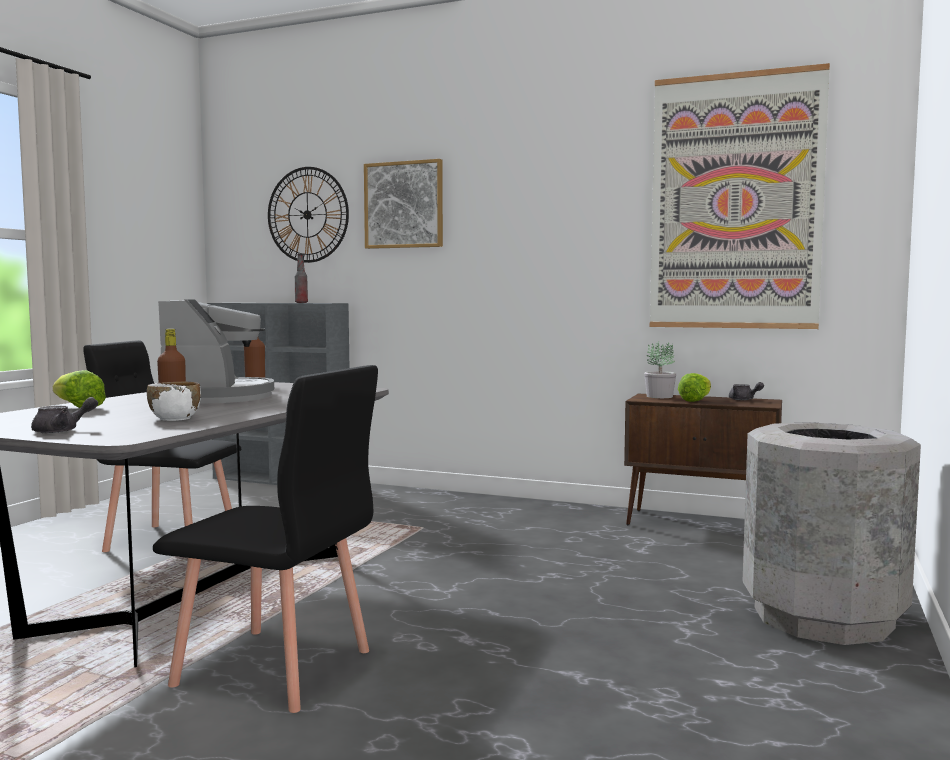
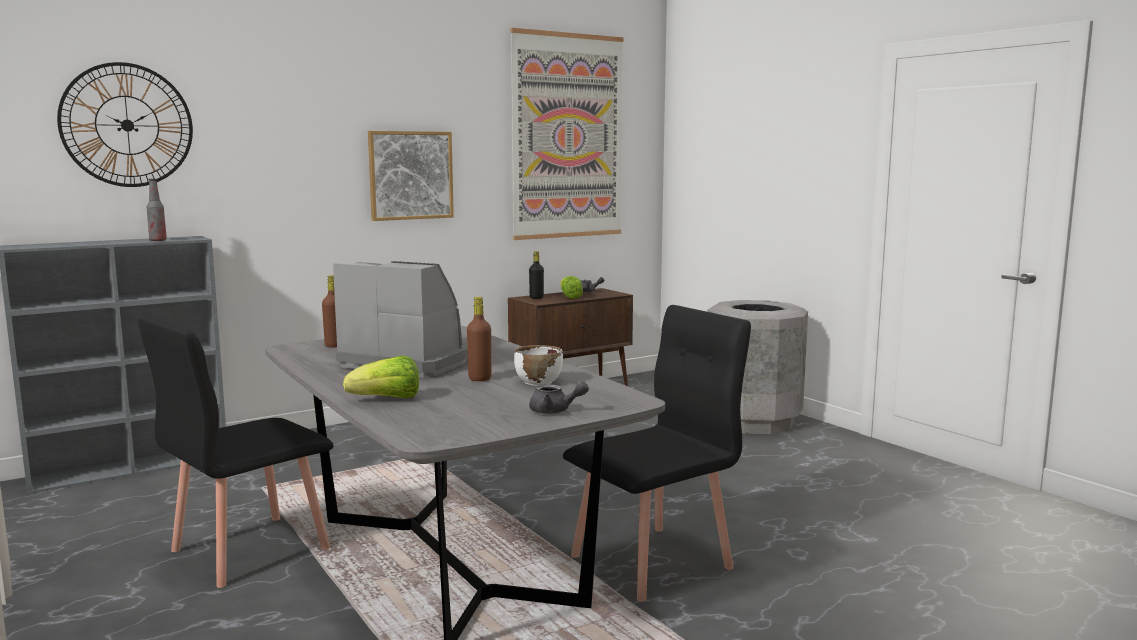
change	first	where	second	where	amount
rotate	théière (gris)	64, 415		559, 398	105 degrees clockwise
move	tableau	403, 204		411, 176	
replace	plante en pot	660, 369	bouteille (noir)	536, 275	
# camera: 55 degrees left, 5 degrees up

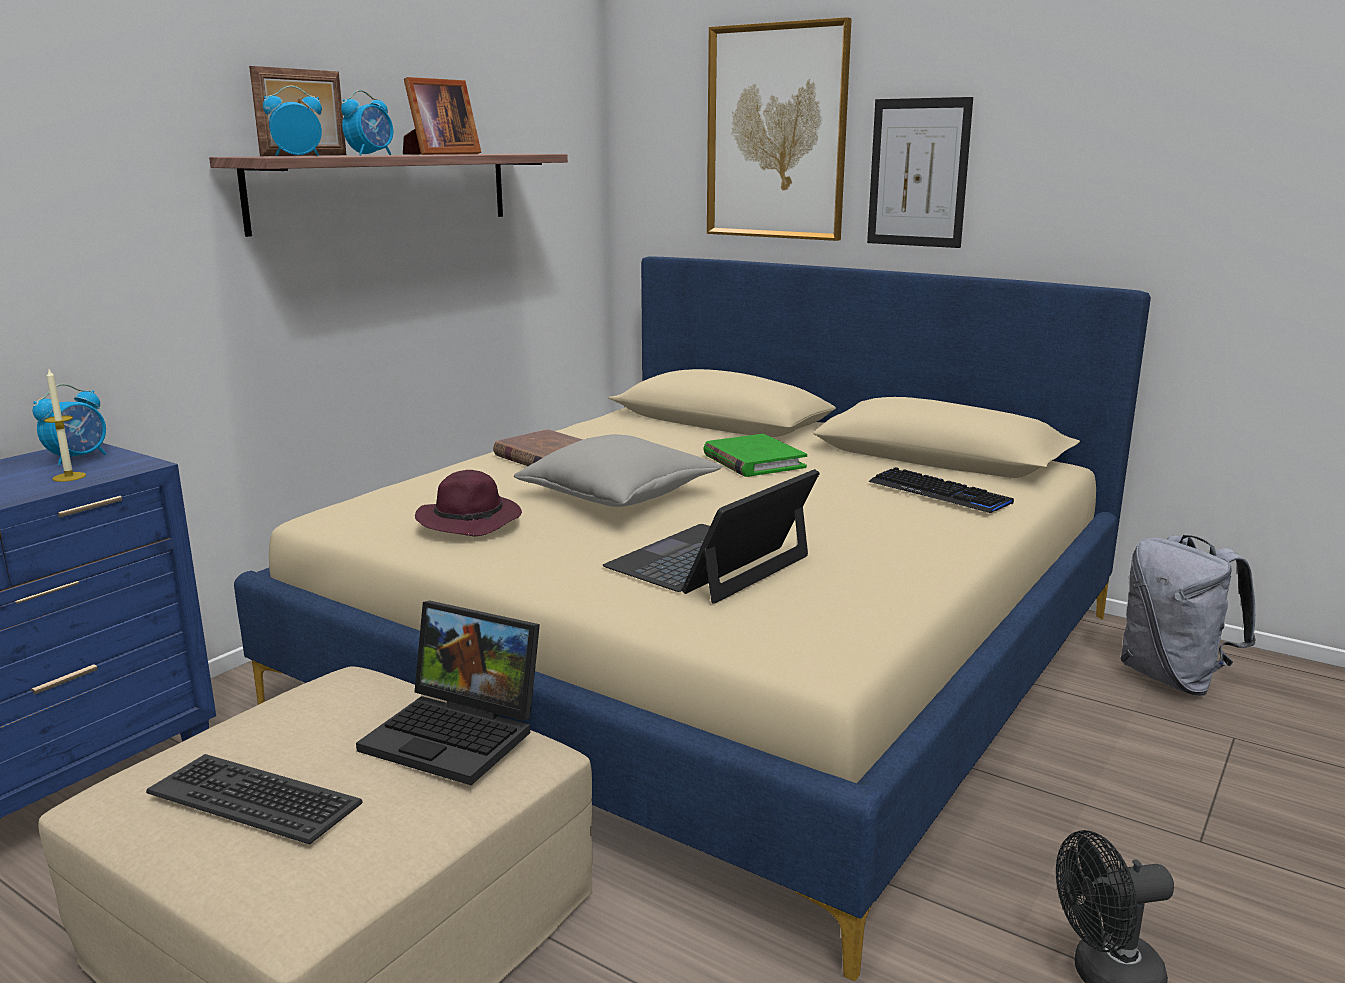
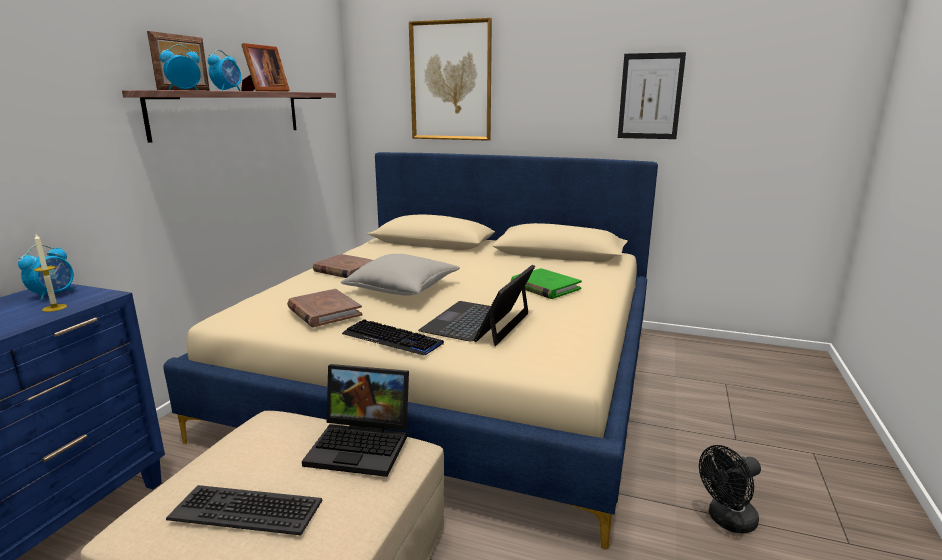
change	first	where	second	where	amount
replace	chapeau (violet)	468, 503	livre (marron)	324, 308	
move	livre (vert)	755, 455		546, 283	
move	tableau	920, 172		652, 95	
move	clavier	941, 490		393, 337	
delete	sac à dos (gris)	1188, 615			
# camera: 15 degrees left, 0 degrees up

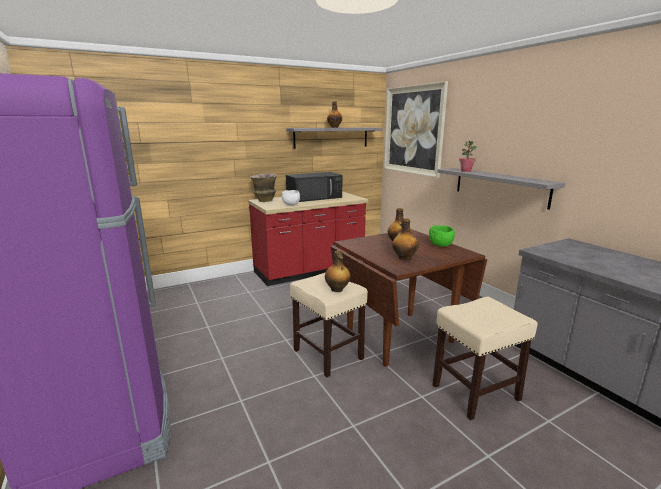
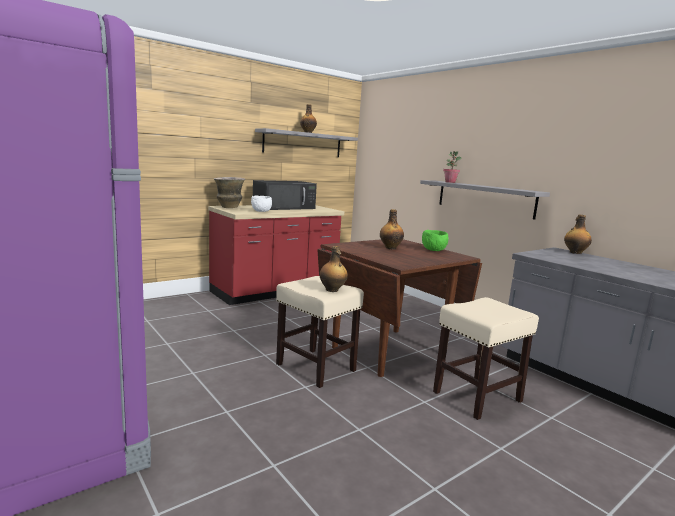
change	first	where	second	where	amount
delete	tableau	416, 129			
move	bouteille	405, 239		578, 234	
# camera: 10 degrees left, 5 degrees down

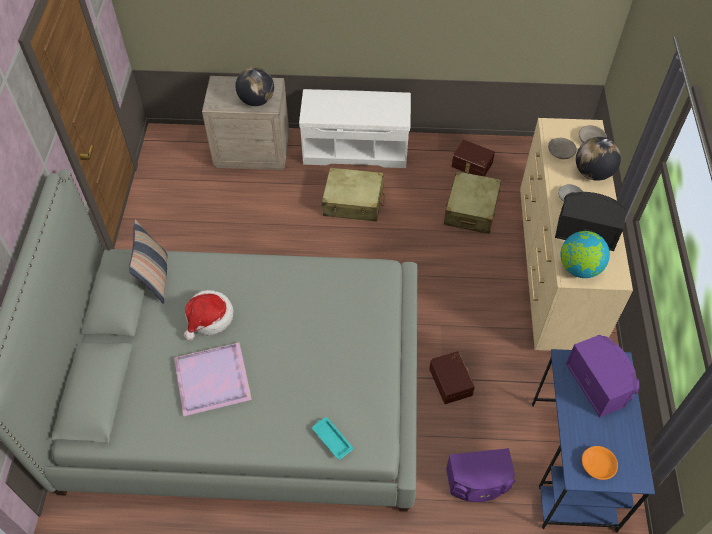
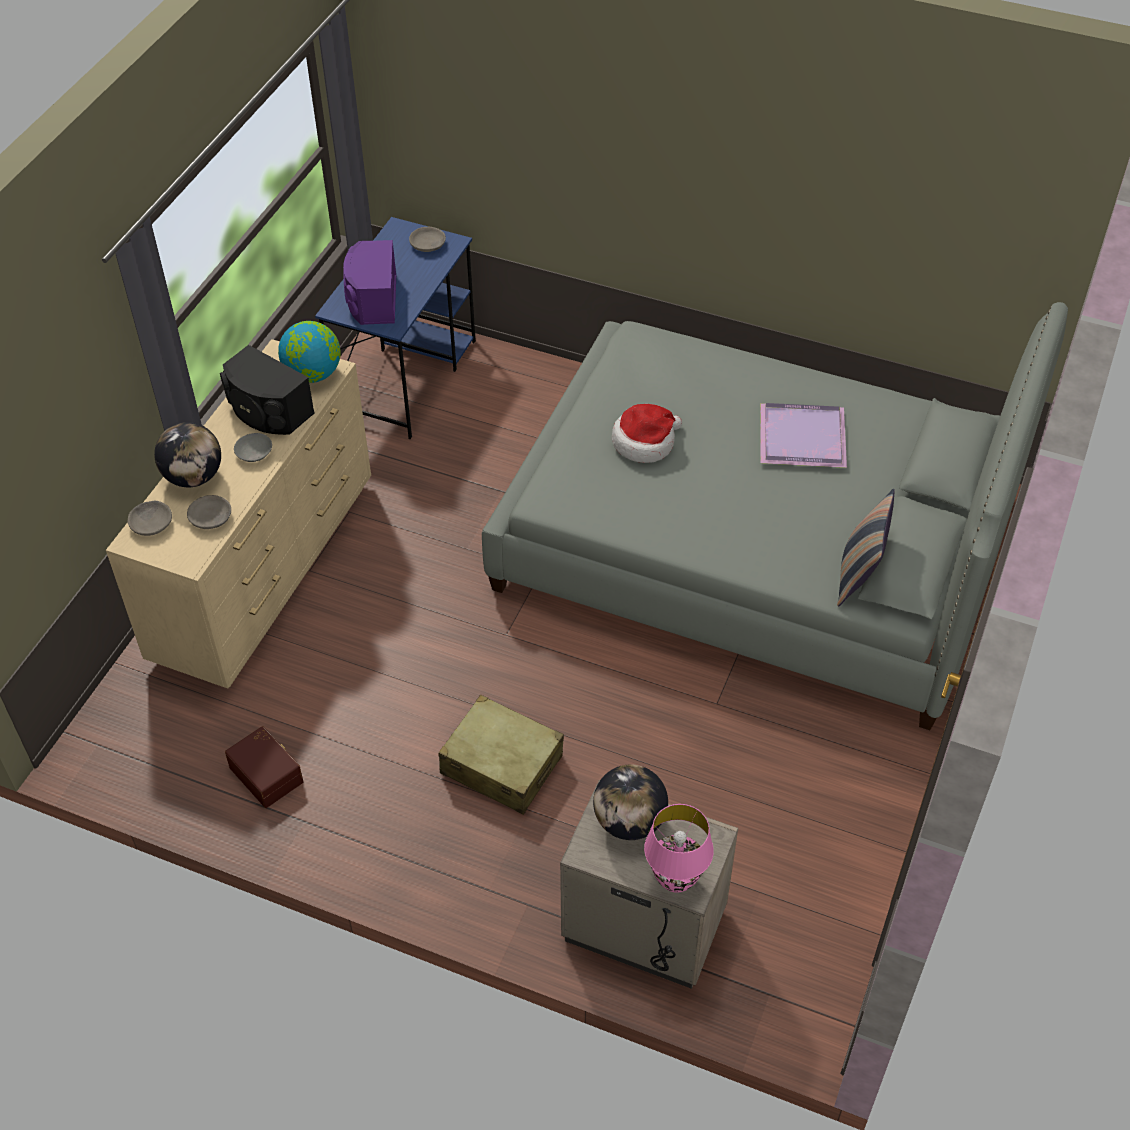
change	first	where	second	where	amount
move	chapeau	209, 315		647, 433	
delete	banc (blanc)	355, 128			
delete	plateau (turquoise)	332, 438			
delete	boîte de rangement (marron)	452, 377			
delete	valise (beige)	472, 202			
delete	enceinte (violet)	480, 475			
recolor	bol (orange)	600, 463	bol (gris)	427, 239	
insert			lampe de table (rose)	679, 848	
# camera: 160 degrees left, 5 degrees down

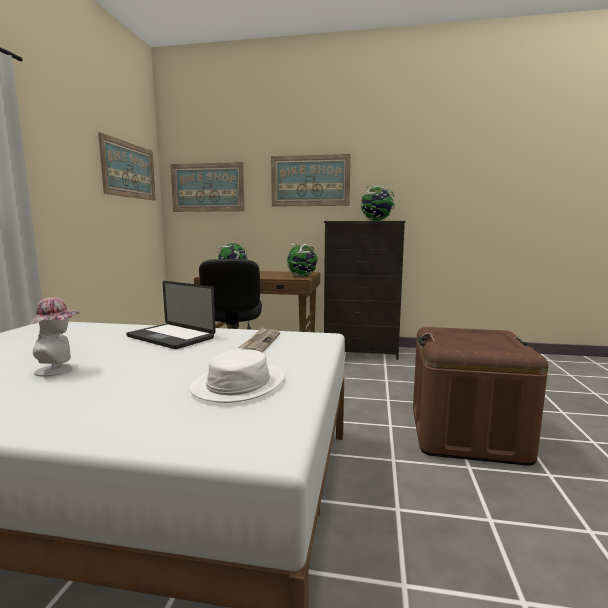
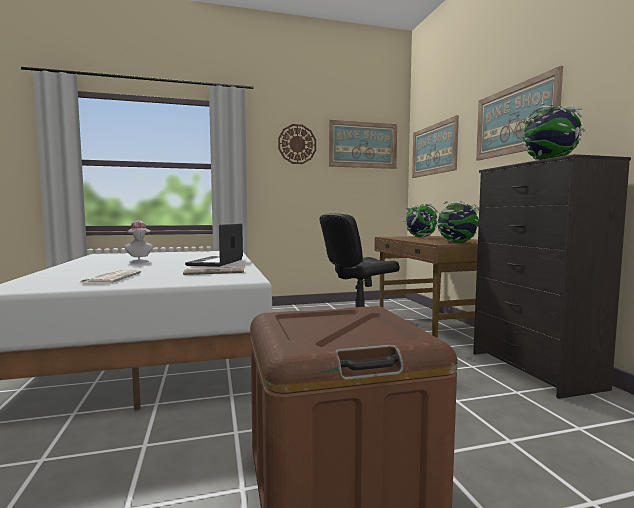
change	first	where	second	where	amount
replace	chapeau (blanc)	237, 376	journal	110, 277	
insert			horloge murale	297, 144	
# camera: 65 degrees right, 5 degrees down

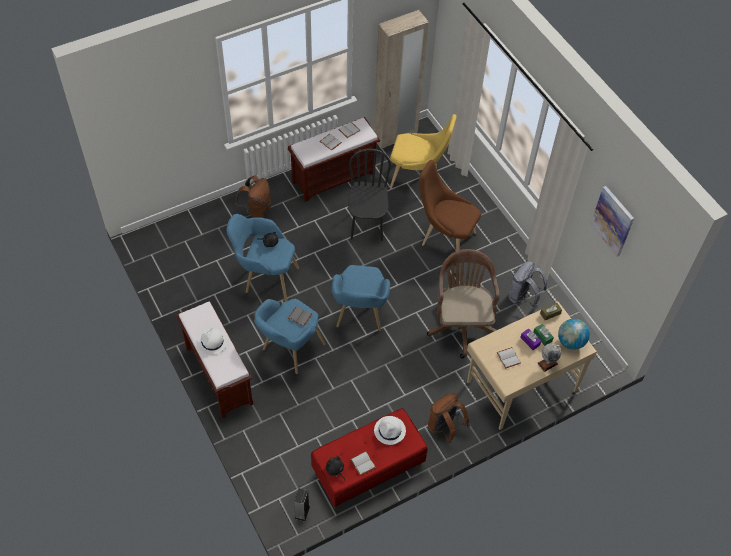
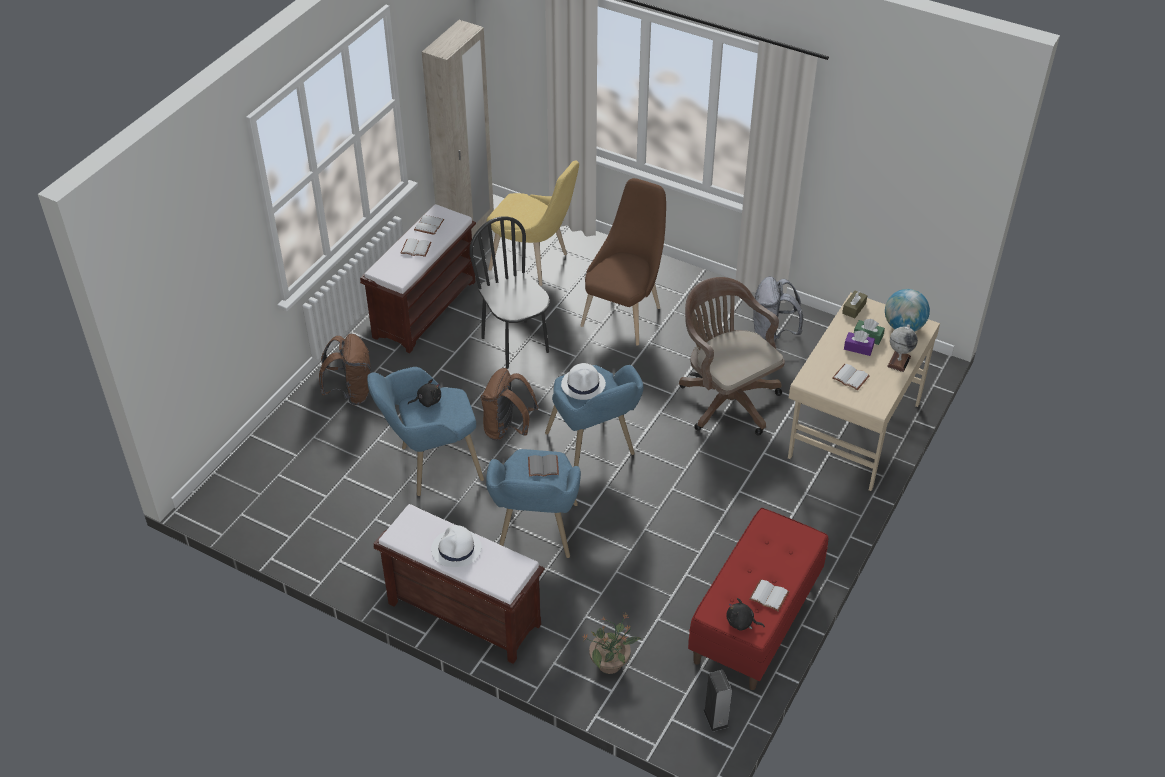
change	first	where	second	where	amount
move	chapeau (blanc)	390, 430		583, 381	
rotate	chaise (jaune)	423, 151		533, 223	45 degrees clockwise
rotate	chaise (marron)	450, 205		623, 262	120 degrees clockwise
move	sac à dos (marron)	449, 418		510, 404	
delete	tableau	612, 221			
insert			plante en pot	611, 643	
# camera: 30 degrees left, 10 degrees down

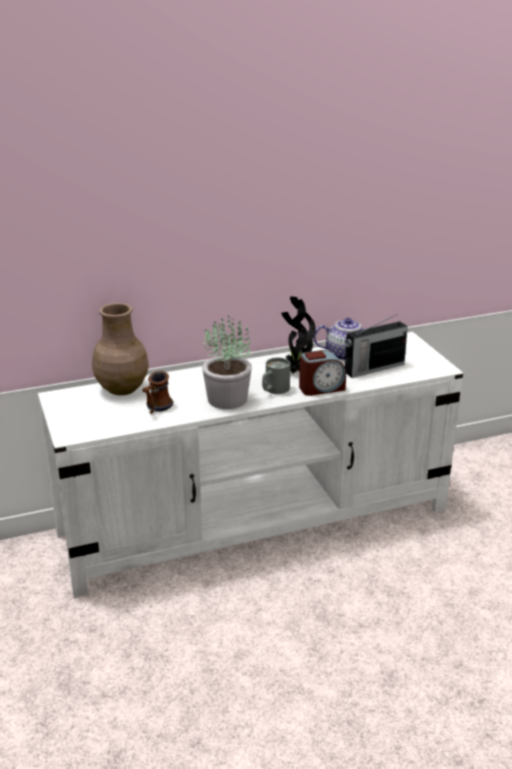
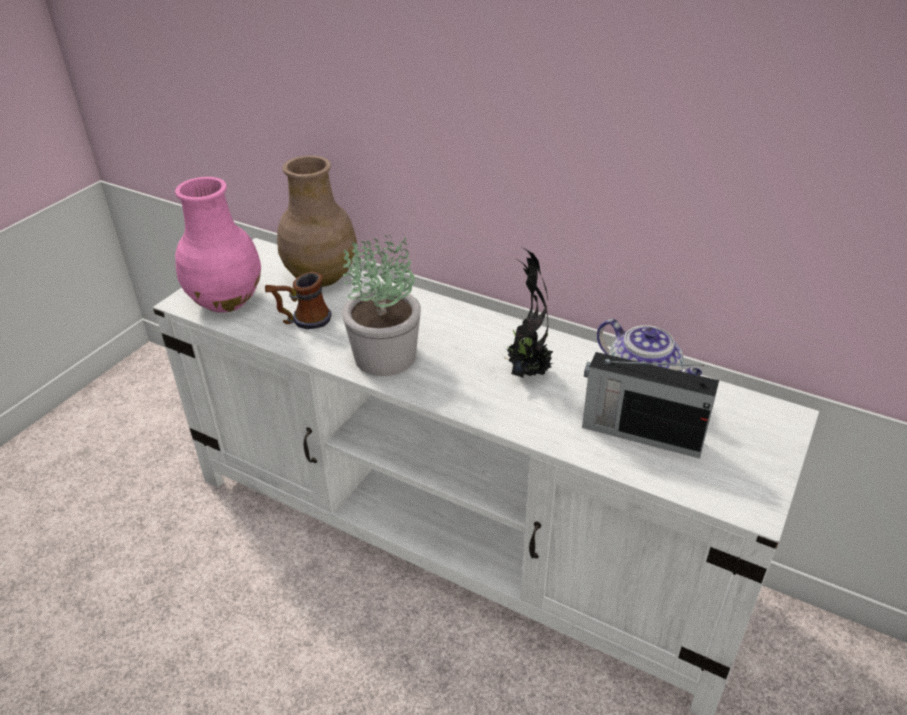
change	first	where	second	where	amount
delete	mug (gris)	276, 376			
delete	réveil	322, 373			
insert			vase (rose)	218, 245	
# camera: 50 degrees right, 10 degrees up

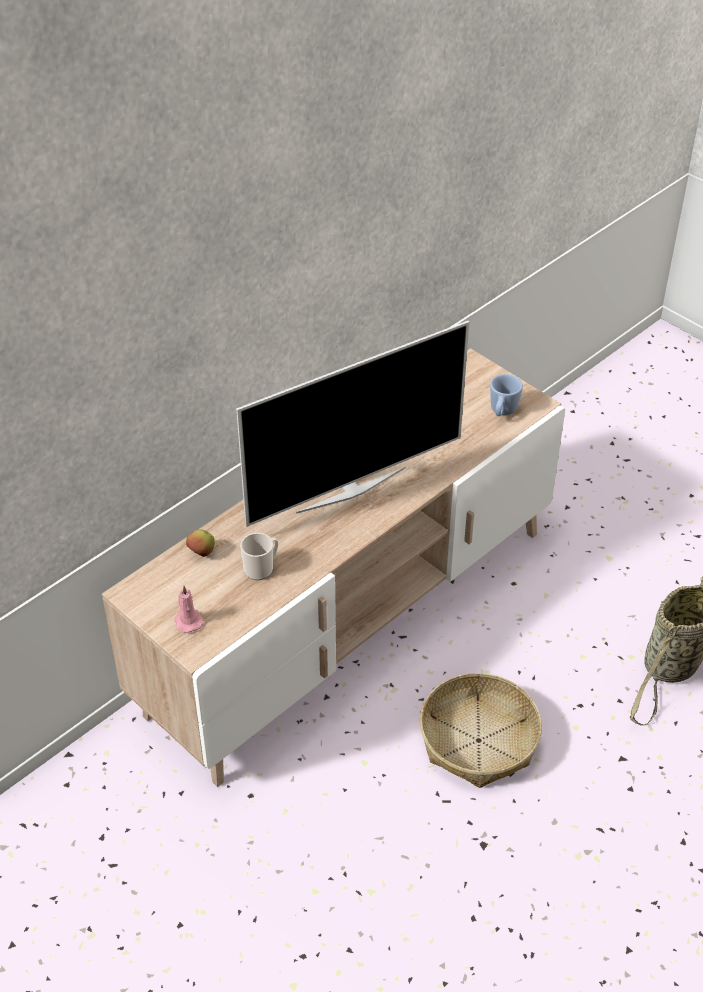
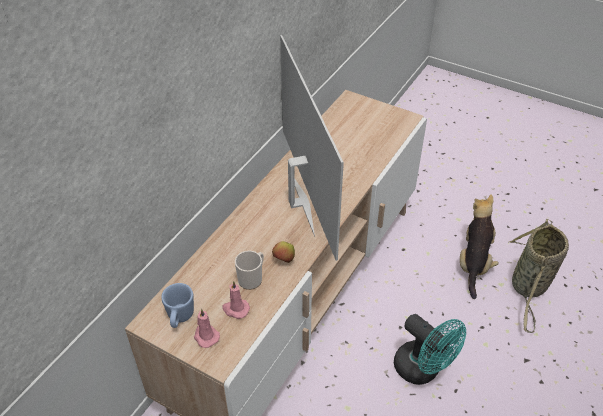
change	first	where	second	where	amount
move	pomme	200, 543		283, 252	
rotate	téléviseur	352, 424		312, 148	60 degrees counterclockwise
replace	panier	481, 730	ventilateur (turquoise)	430, 349	
move	mug (bleu)	506, 395		177, 305	
insert			bougie (rose)	236, 300	
insert			peluche	479, 246	
# camera: 15 degrees left, 0 degrees up

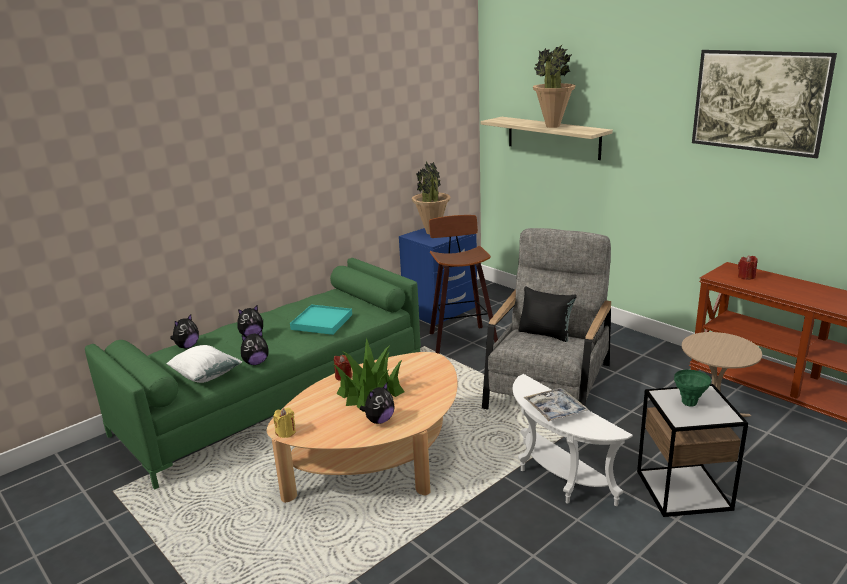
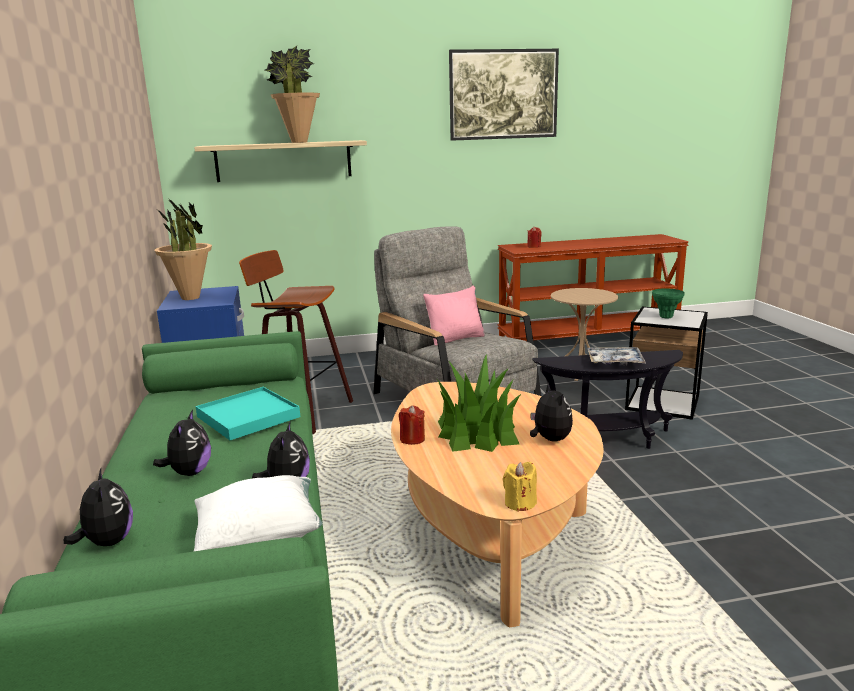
change	first	where	second	where	amount
recolor	table d'appoint (blanc)	572, 440	table d'appoint (noir)	607, 399	
recolor	coussin (noir)	547, 314	coussin (rose)	454, 315	
# camera: 60 degrees left, 5 degrees down

